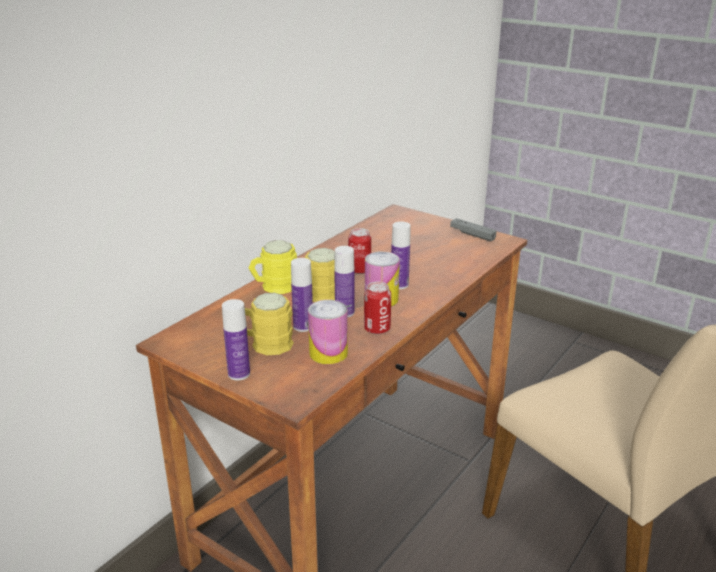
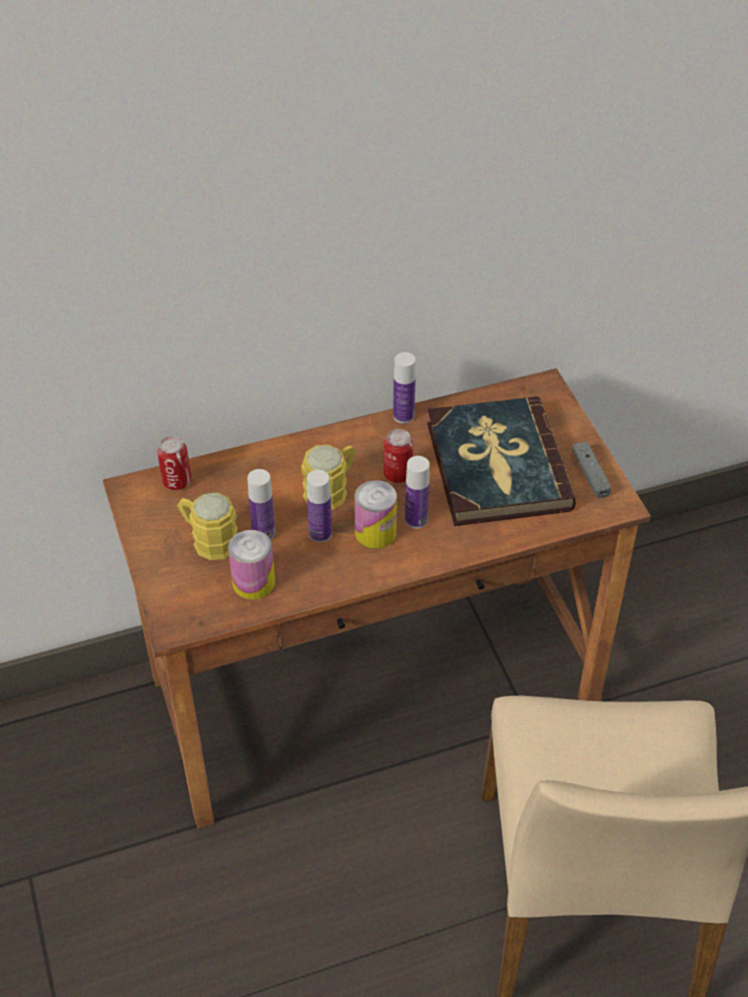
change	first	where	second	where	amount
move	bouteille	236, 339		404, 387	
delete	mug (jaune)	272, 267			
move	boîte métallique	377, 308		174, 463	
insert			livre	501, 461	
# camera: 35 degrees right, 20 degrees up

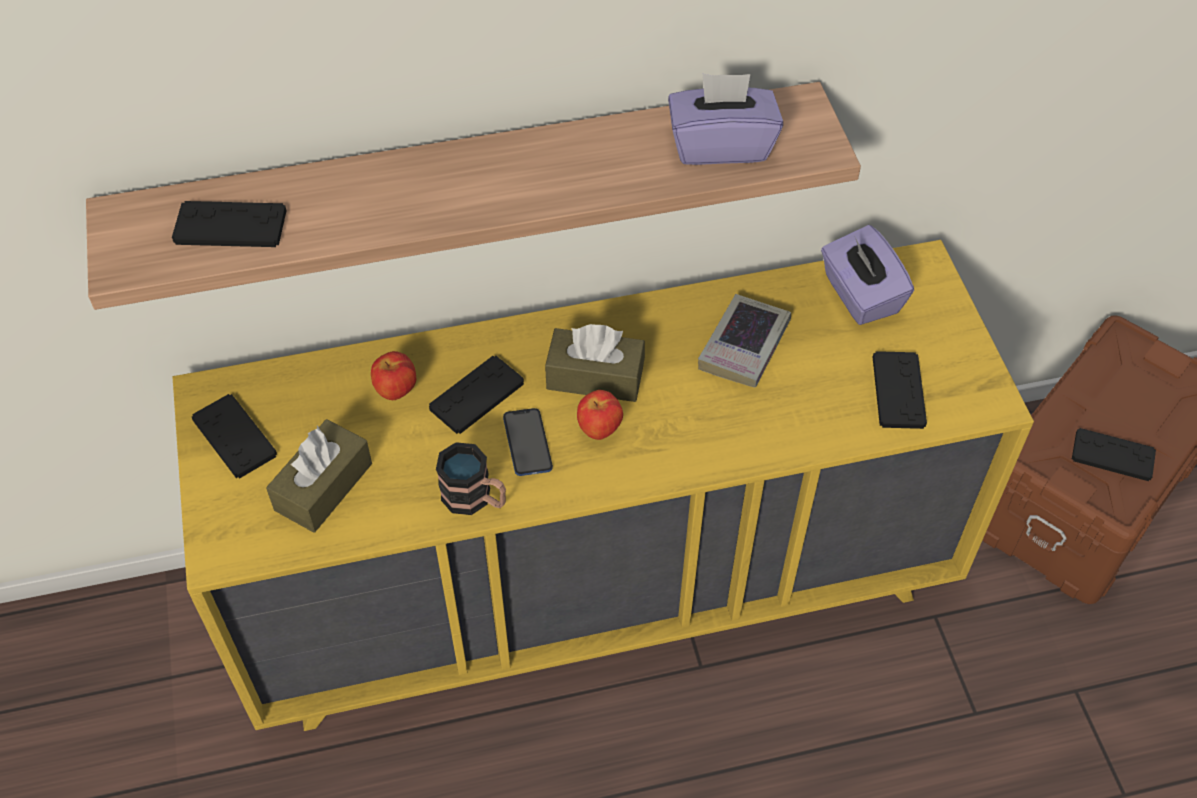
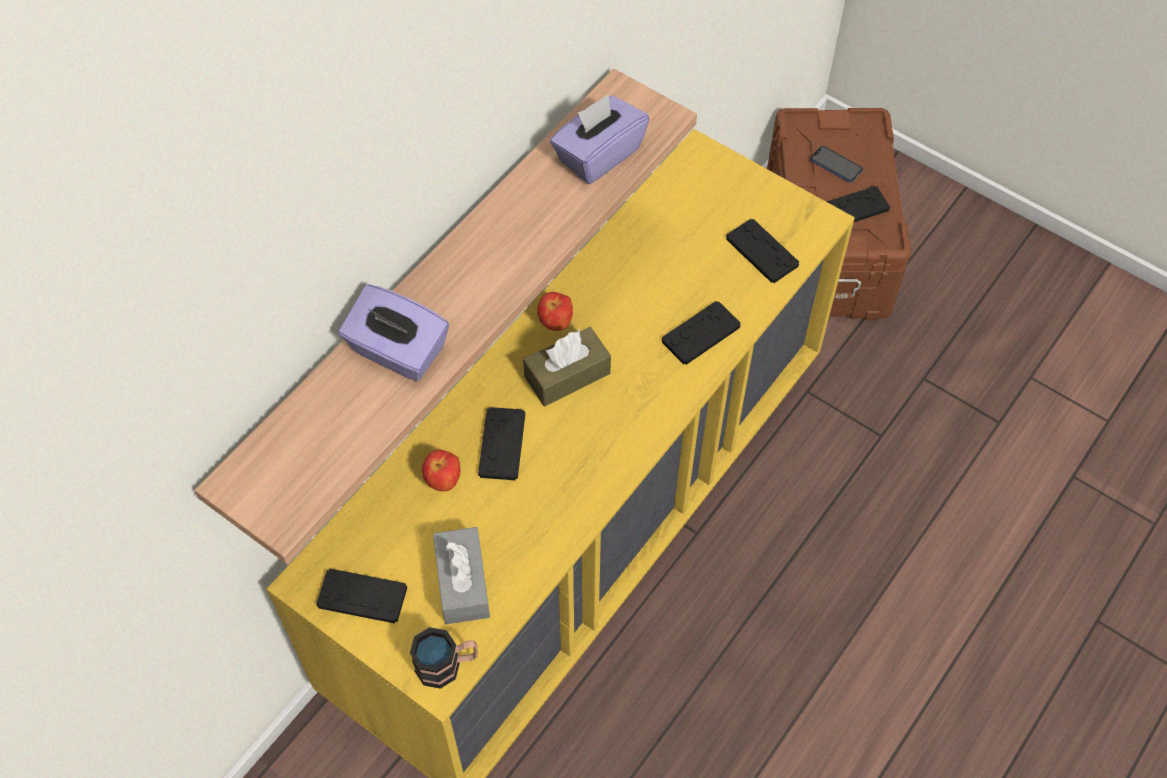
change	first	where	second	where	amount
move	manette (noir)	229, 224		701, 333	
recolor	boîte à mouchoirs (marron)	319, 476	boîte à mouchoirs (gris)	461, 575	
move	mug	471, 478		444, 658	
move	téléphone	528, 442		836, 164	
move	pomme	600, 415		555, 311	
delete	livre	744, 341			
move	boîte à mouchoirs (violet)	867, 275		394, 332	
# camera: 40 degrees left, 5 degrees up

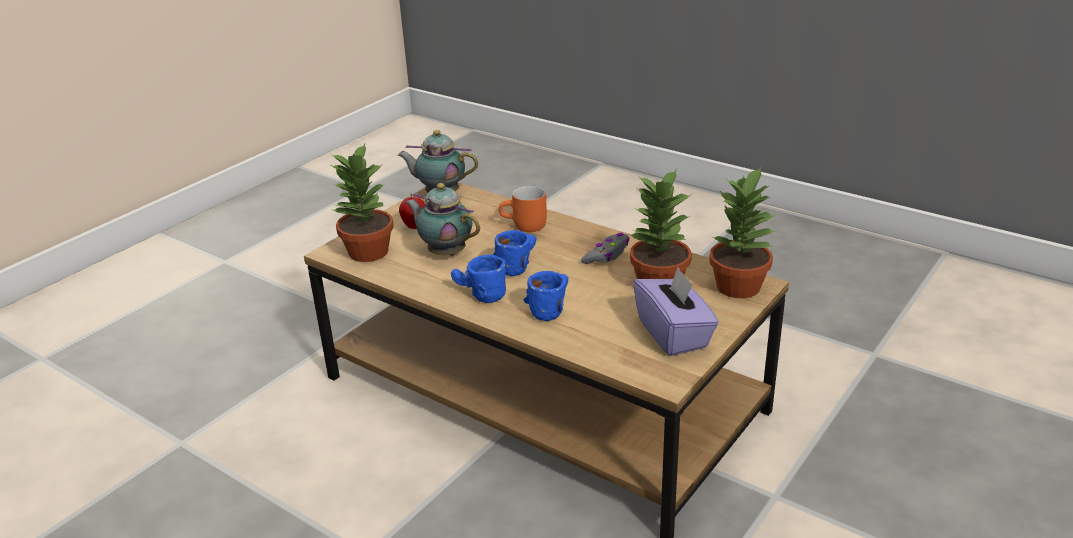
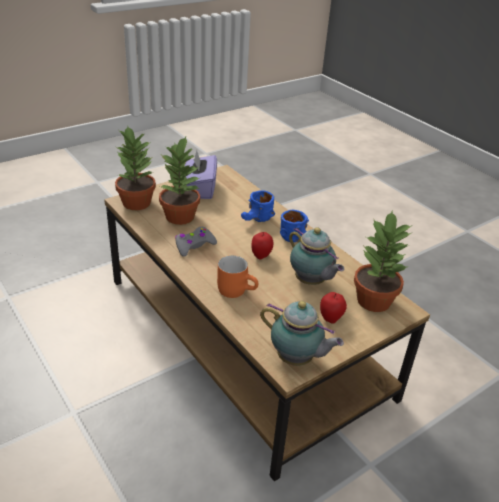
change	first	where	second	where	amount
replace	mug (bleu)	514, 253	pomme	262, 246	
# camera: 165 degrees left, 5 degrees up

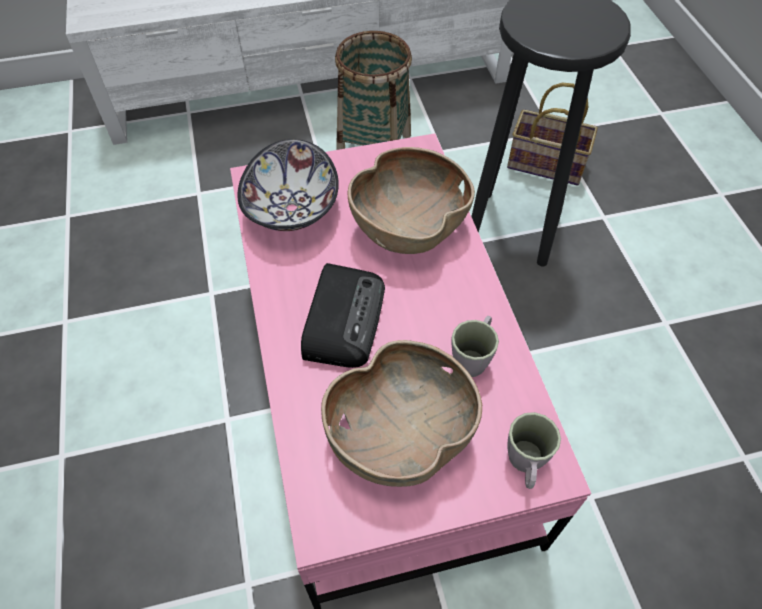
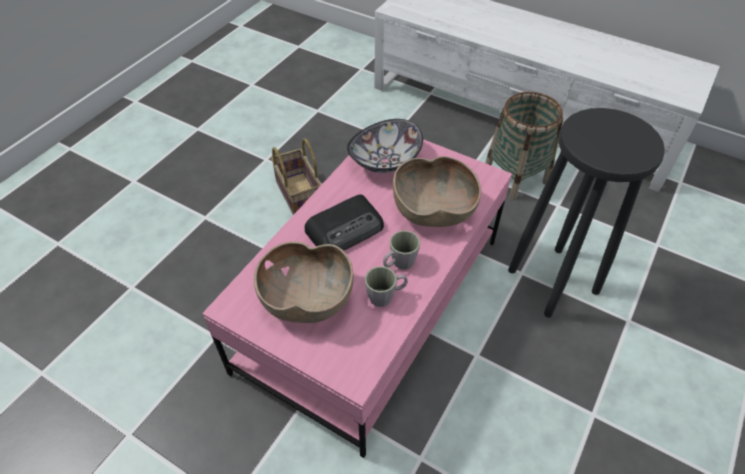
change	first	where	second	where	amount
move	panier	552, 134		296, 176	
move	mug (gris)	534, 450		401, 250	
# camera: 45 degrees right, 5 degrees down

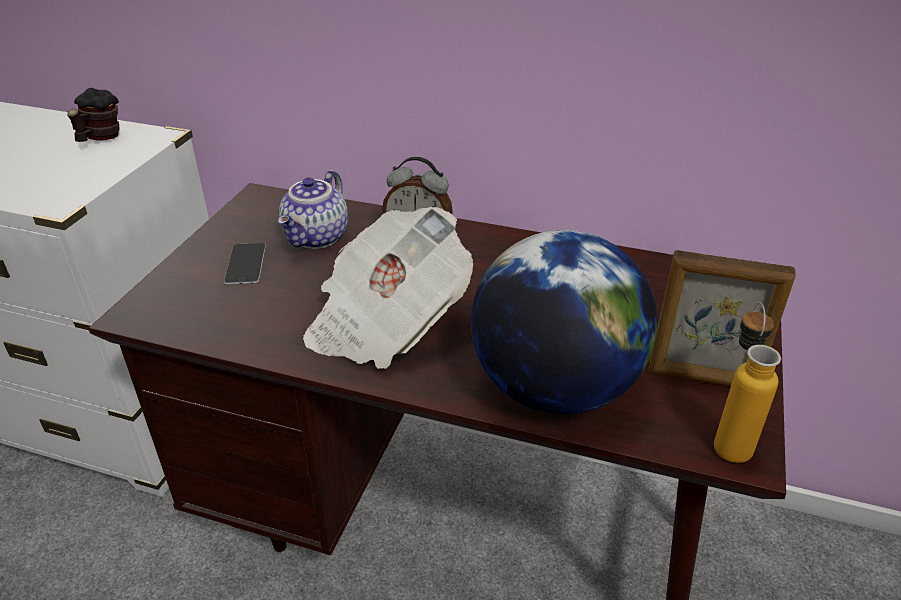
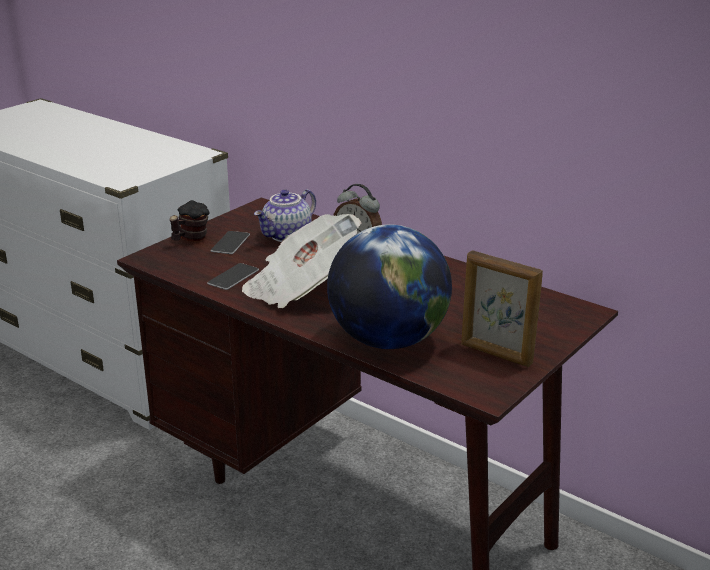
change	first	where	second	where	amount
move	mug	93, 115		189, 221	
delete	bouteille	747, 382			
insert			téléphone	233, 276	
# camera: 20 degrees right, 10 degrees down

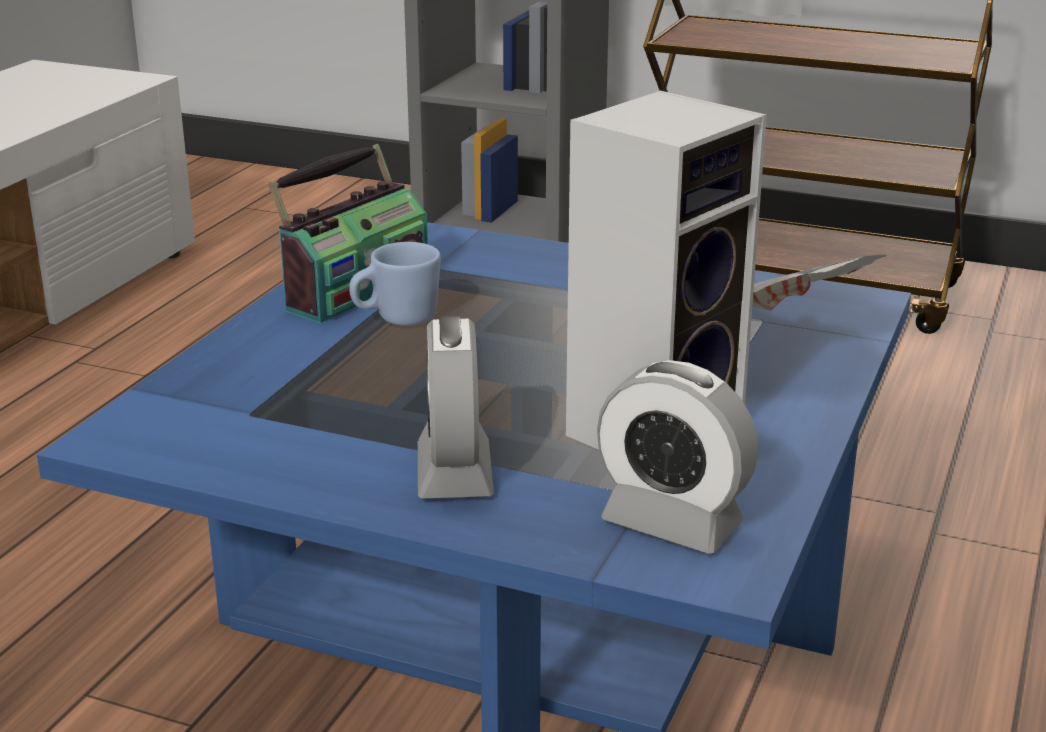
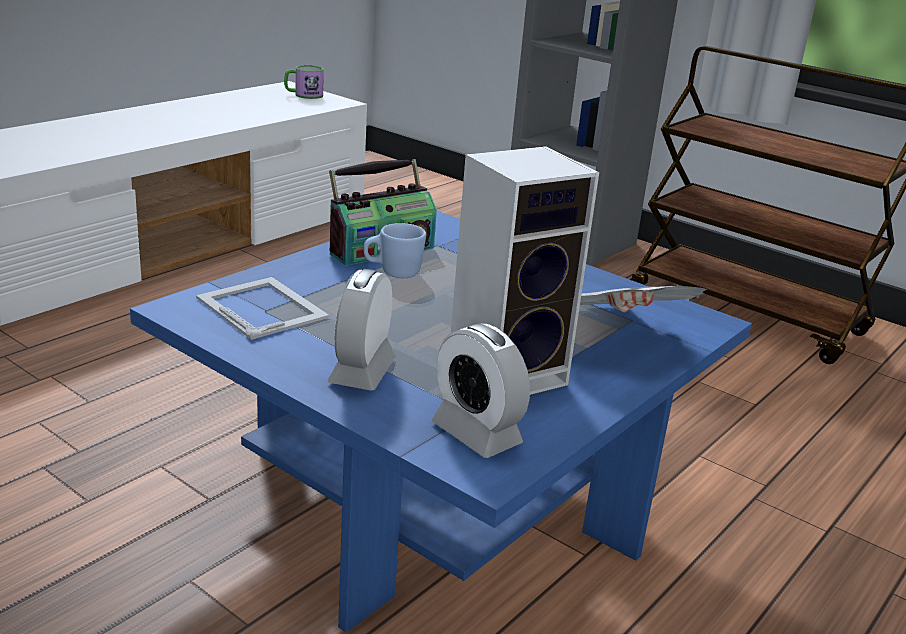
change	first	where	second	where	amount
insert			cadre photo	262, 308	
insert			mug	304, 82	
# camera: 15 degrees right, 0 degrees up

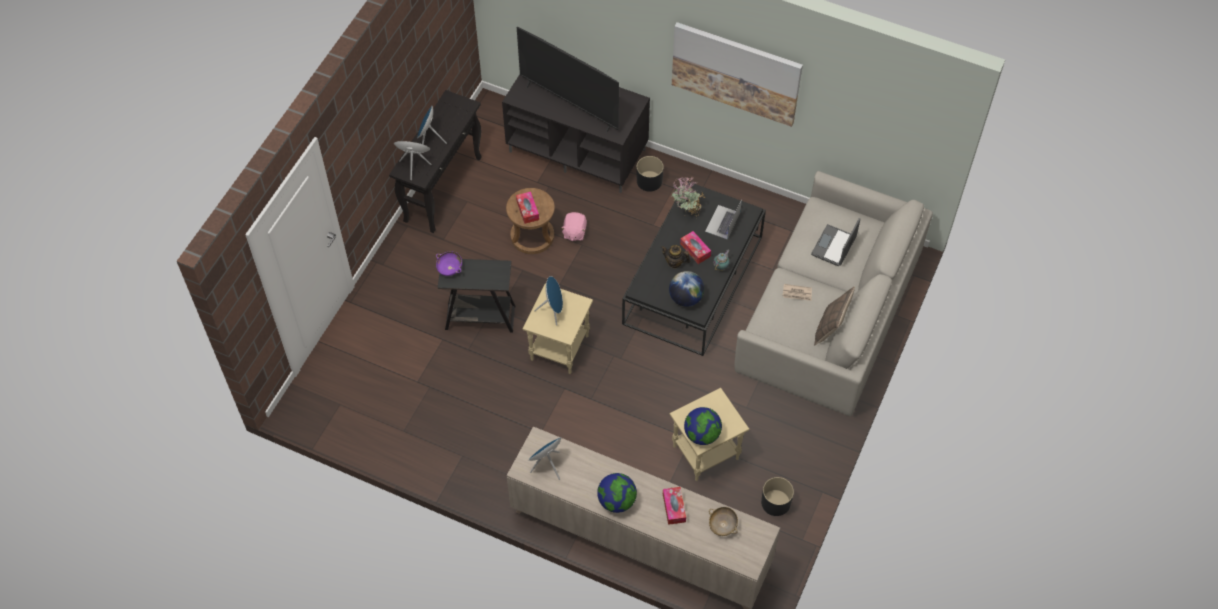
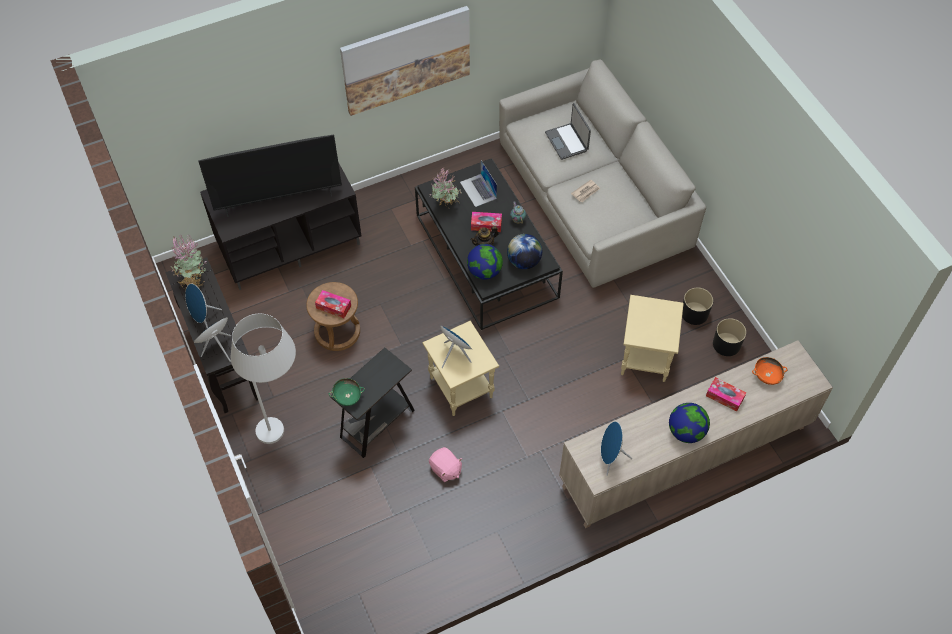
change	first	where	second	where	amount
recolor	bol (violet)	449, 263	bol (vert)	347, 392	
move	peluche (rose)	574, 226		445, 464	
move	cache-pot (noir)	650, 174		697, 306	
move	globe	703, 426		485, 262	
recolor	bol (beige)	723, 521	bol (orange)	770, 371	
delete	coussin	834, 315			
insert			plante en pot	189, 262	
insert			lampadaire (blanc)	263, 379	
# camera: 50 degrees left, 0 degrees up

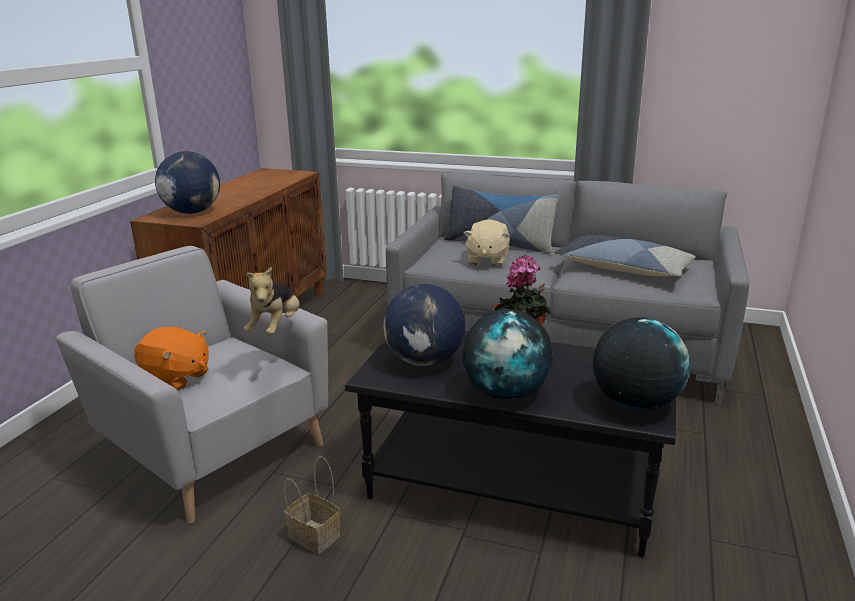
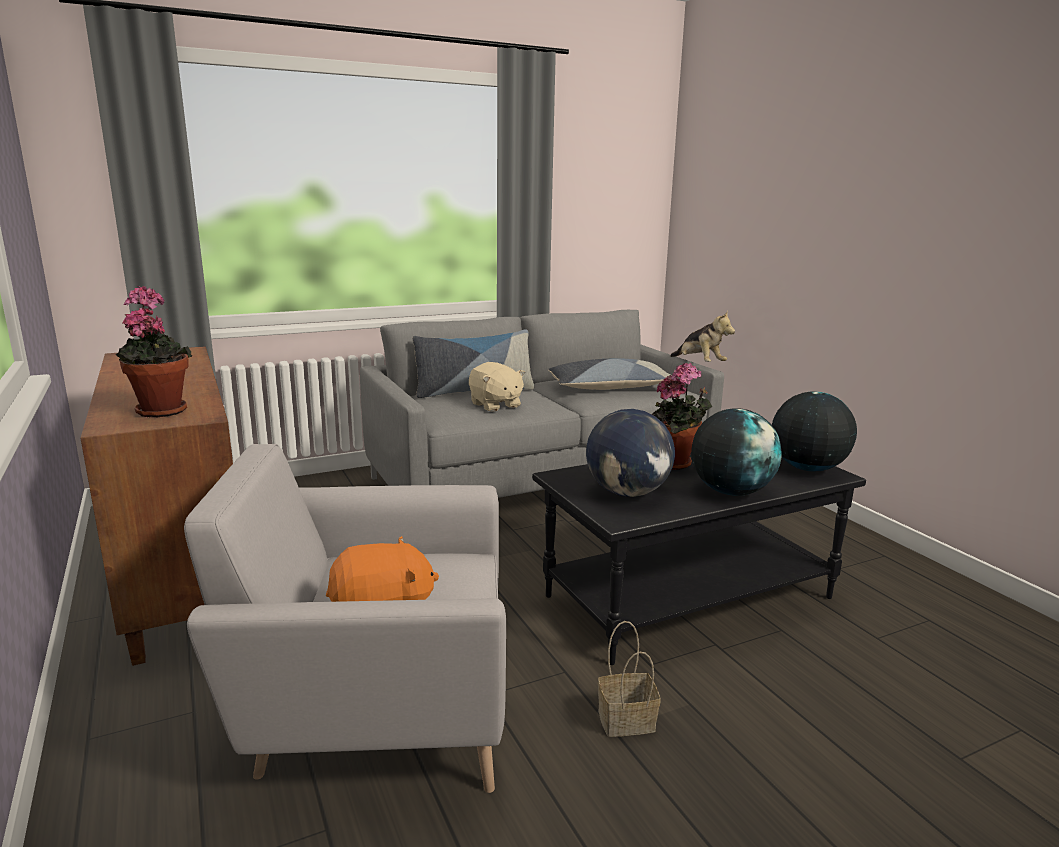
change	first	where	second	where	amount
replace	globe	187, 182	plante en pot	154, 352	
move	peluche	272, 300		702, 336	
# camera: 45 degrees left, 5 degrees down

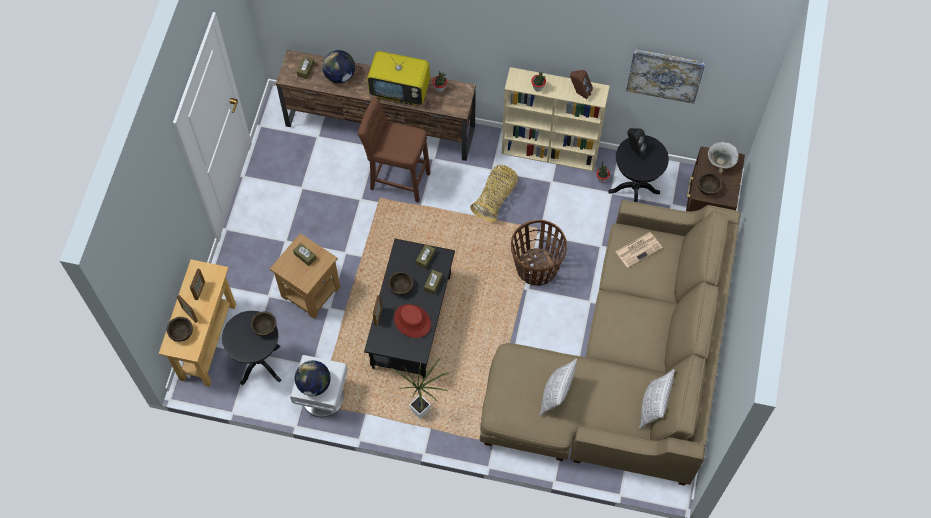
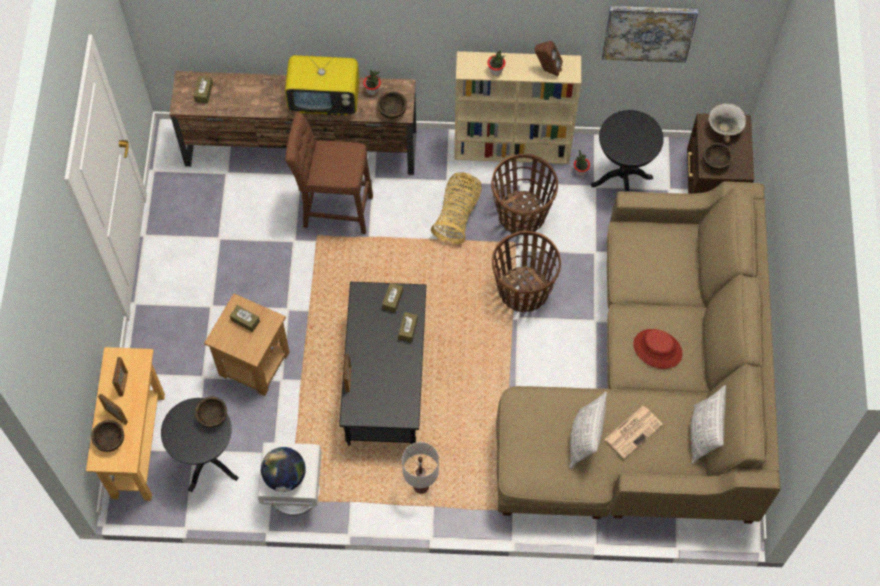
change	first	where	second	where	amount
delete	globe	338, 66			
move	bol (marron)	400, 283		392, 105	
replace	plante en pot	419, 389	lampe de table (blanc)	420, 468	
move	chapeau (rouge)	412, 321		658, 349	
move	journal	638, 250		634, 432	
delete	enceinte (noir)	638, 142			
insert			panier	524, 194	
# camera: 10 degrees left, 0 degrees up

